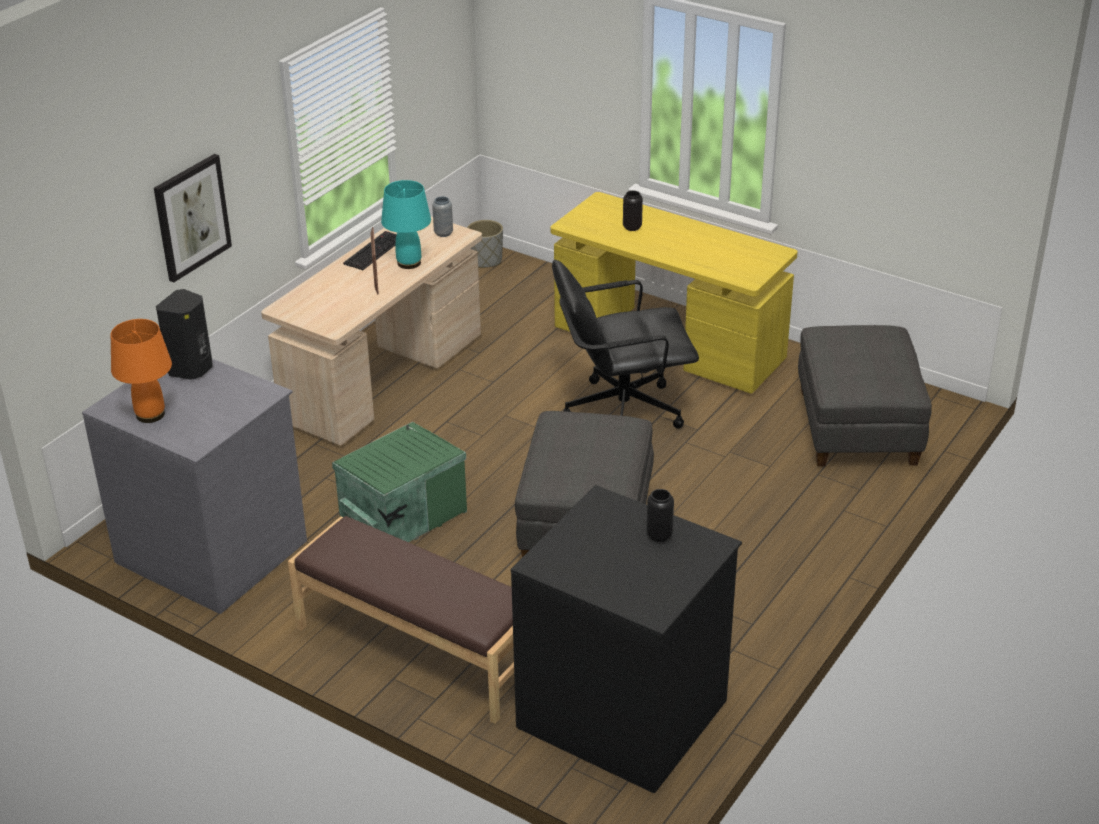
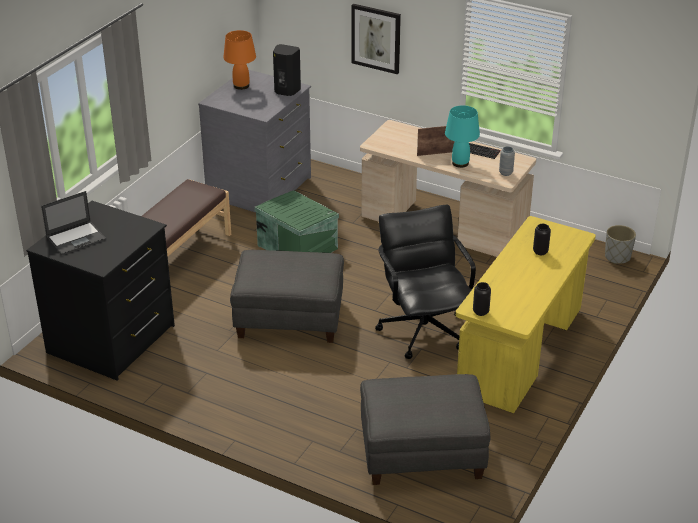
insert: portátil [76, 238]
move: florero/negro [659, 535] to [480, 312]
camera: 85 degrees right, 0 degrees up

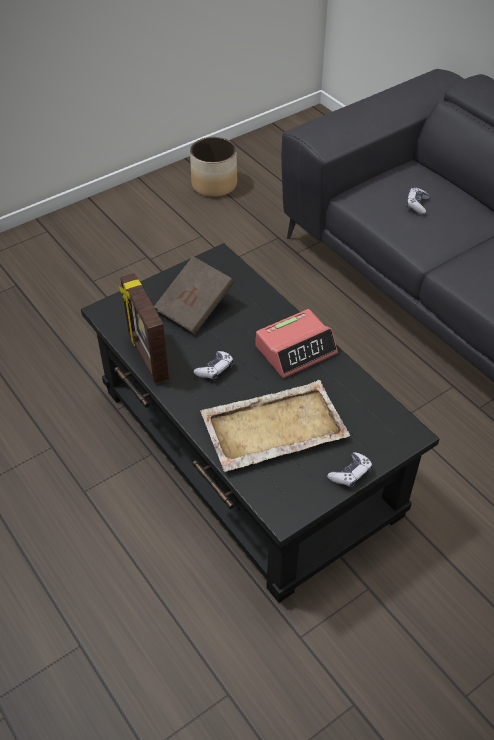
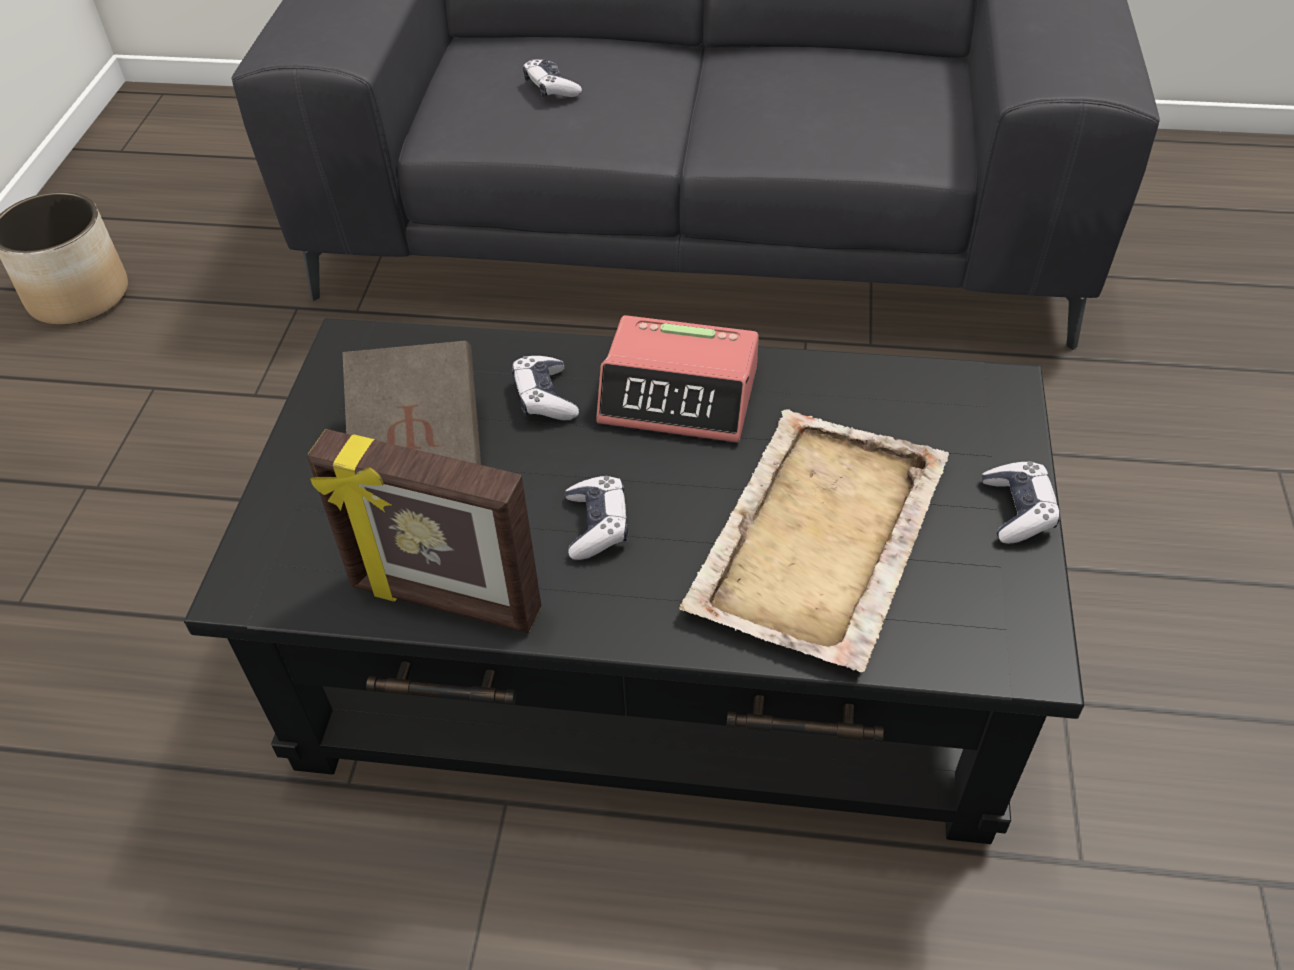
insert: mando de consola [545, 397]
rotate: despertador [296, 350] = [680, 395] 90 degrees clockwise
camera: 45 degrees left, 0 degrees up

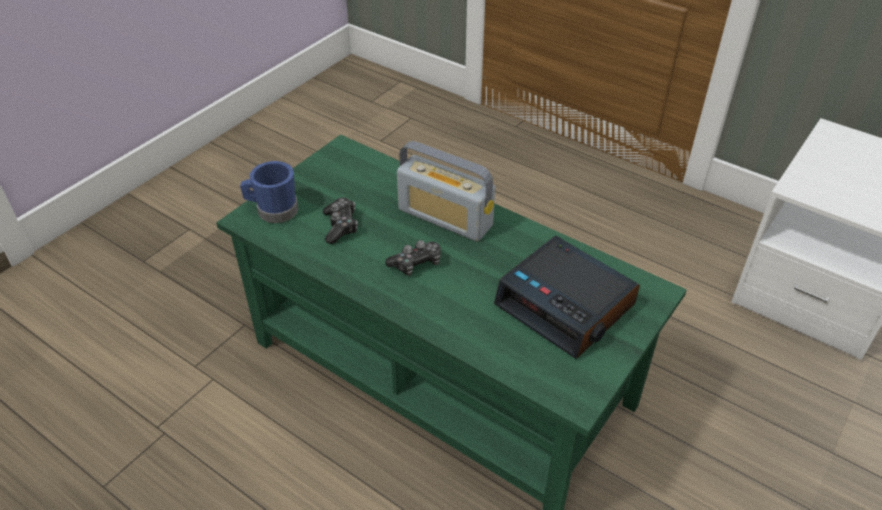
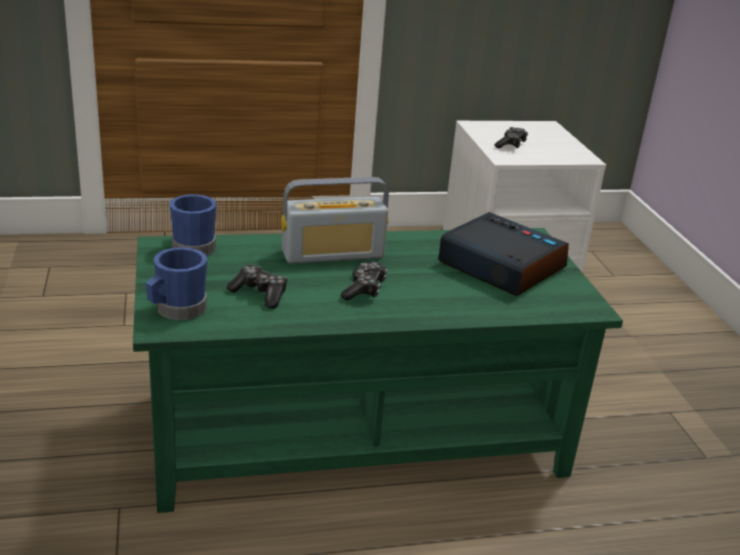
insert: mando de consola [511, 145]; taza grande/azul [192, 246]
rotate: despertador [566, 305] = [500, 266] 135 degrees counterclockwise
camera: 50 degrees left, 15 degrees down

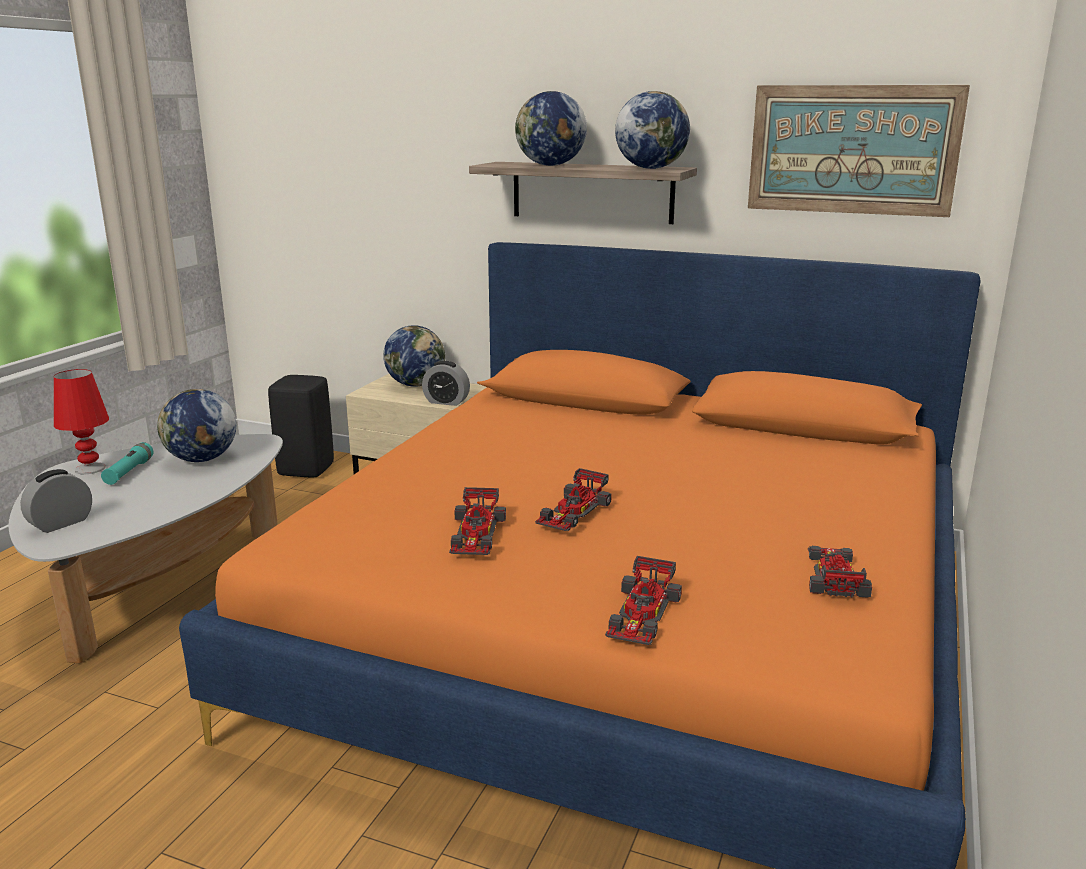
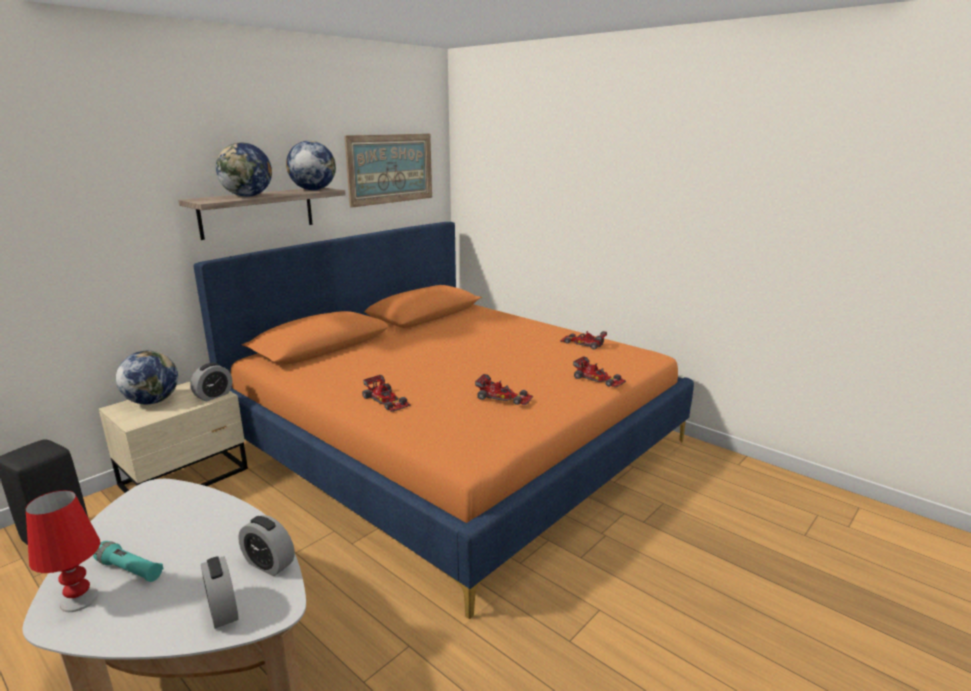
delete: globo terráqueo [201, 459]
insert: despertador [269, 564]
move: coche de juguete [573, 511] to [386, 400]
camera: 70 degrees left, 0 degrees up

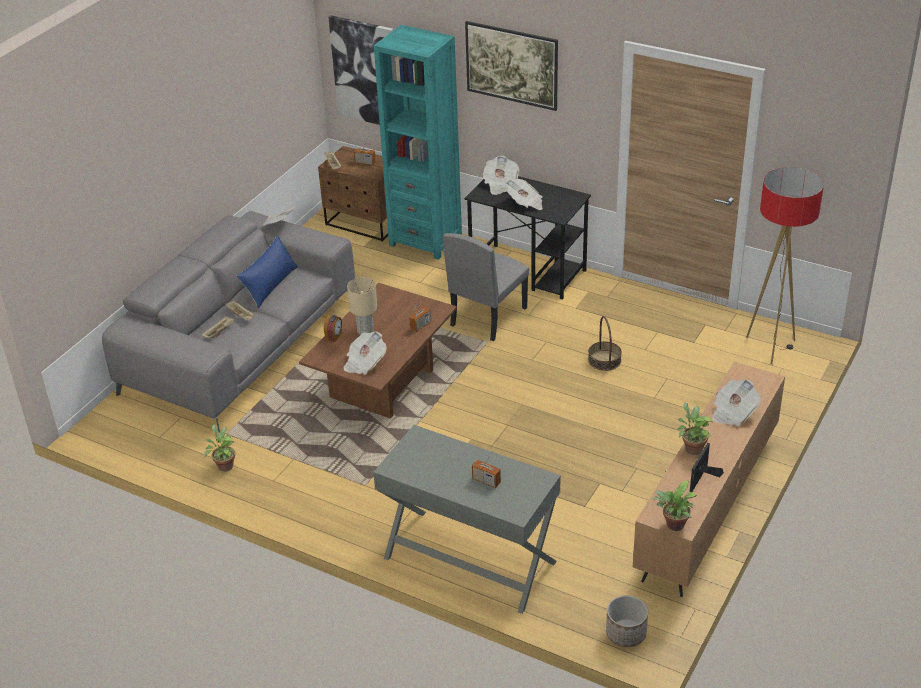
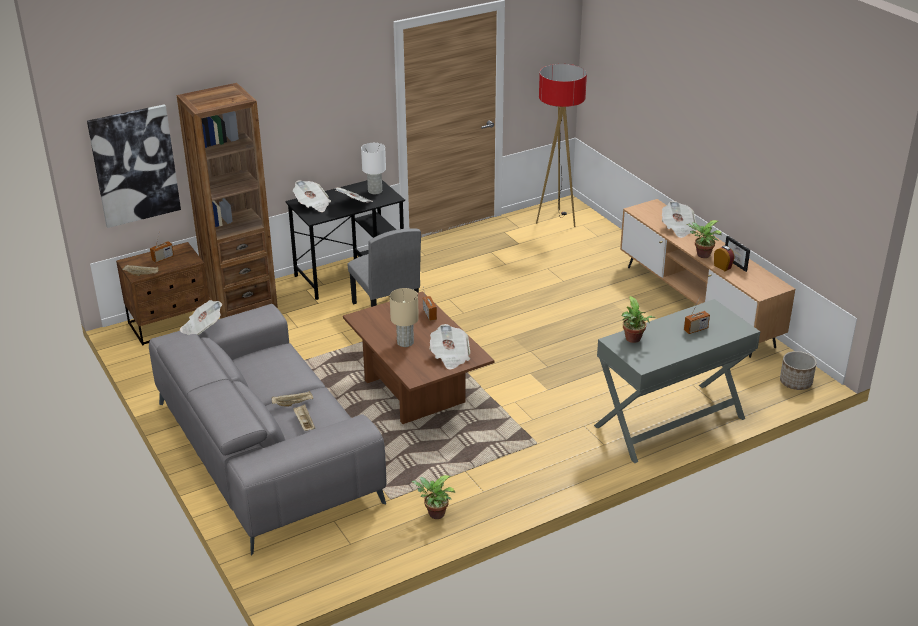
delete: cuadro [512, 82]; cojín/azul [270, 285]; cesta [604, 360]
insert: lámpara de mesa/blanco [375, 191]
move: despertador [334, 336] to [722, 266]; planta en maceta [673, 526] to [633, 340]
recolor: estantería/turquesa [425, 240] to estantería/marrón [241, 304]
camera: 60 degrees left, 5 degrees down

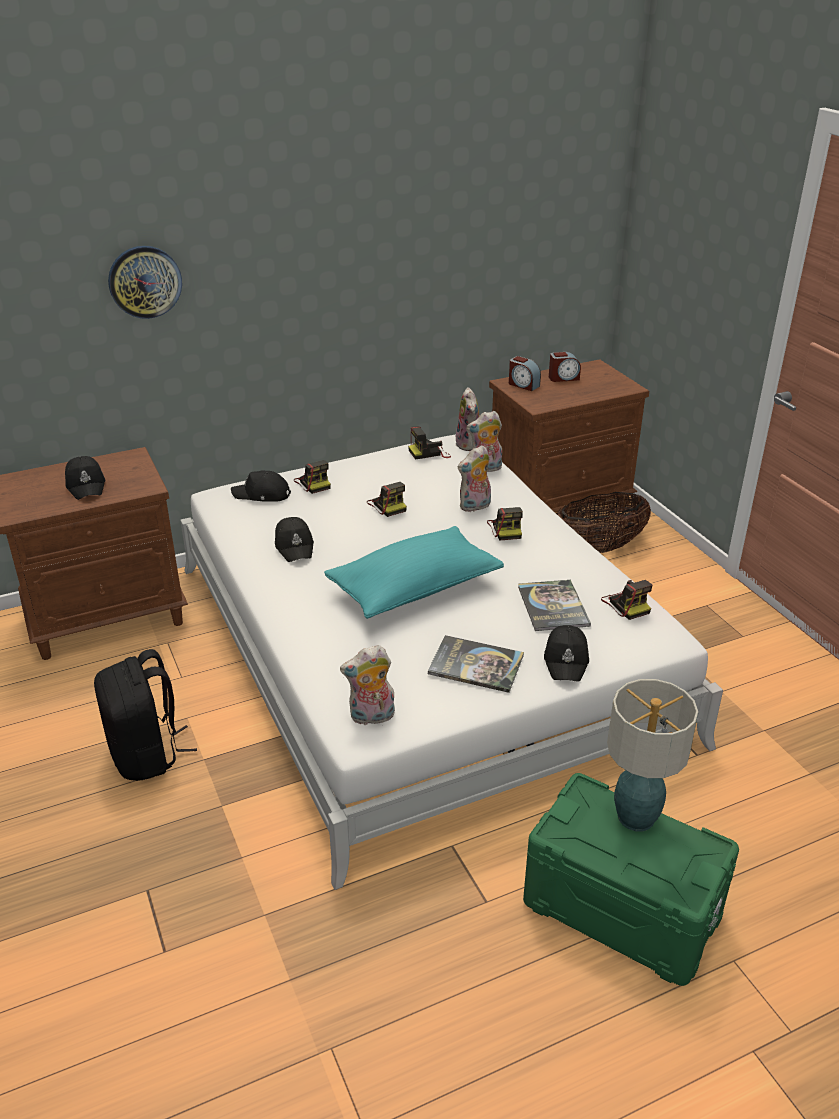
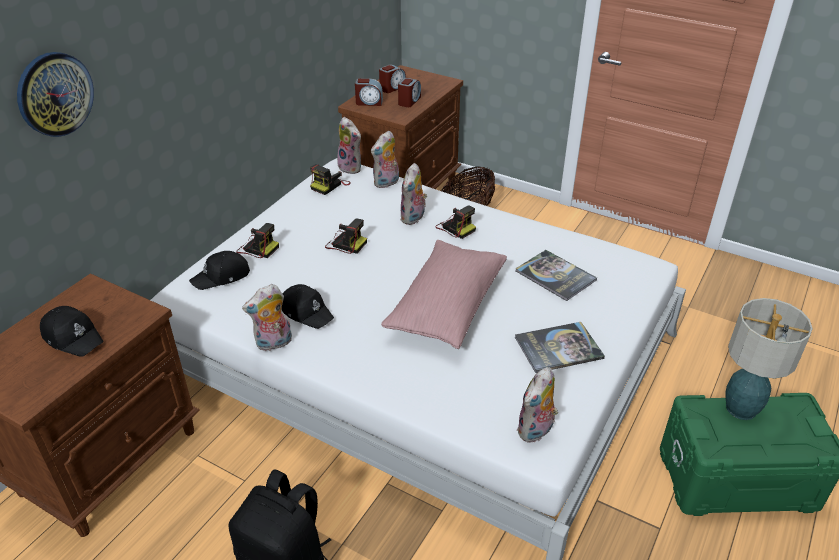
delete: cámara [626, 604]; gorra/negro [566, 660]
insert: despertador [409, 101]; peluche [273, 344]
recolor: cojín/turquesa [414, 589] to cojín/rosa [446, 306]
camera: 35 degrees left, 5 degrees up

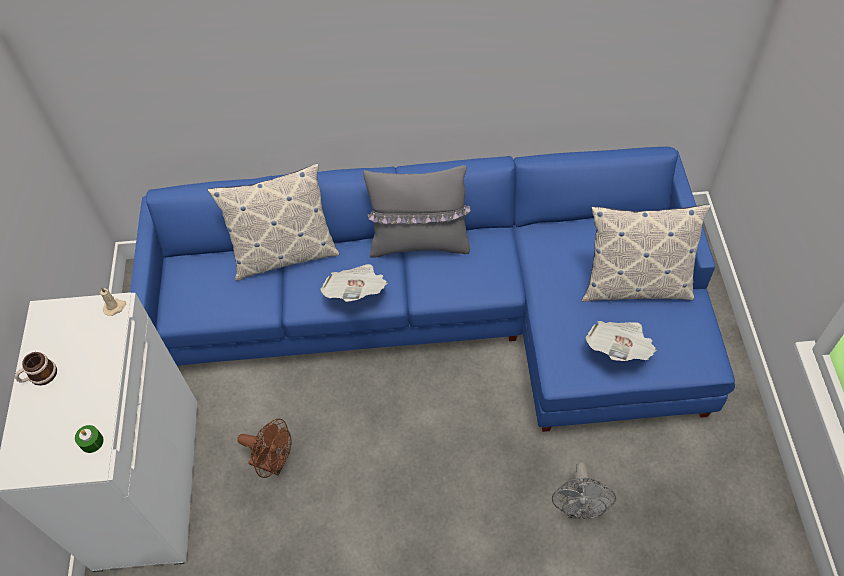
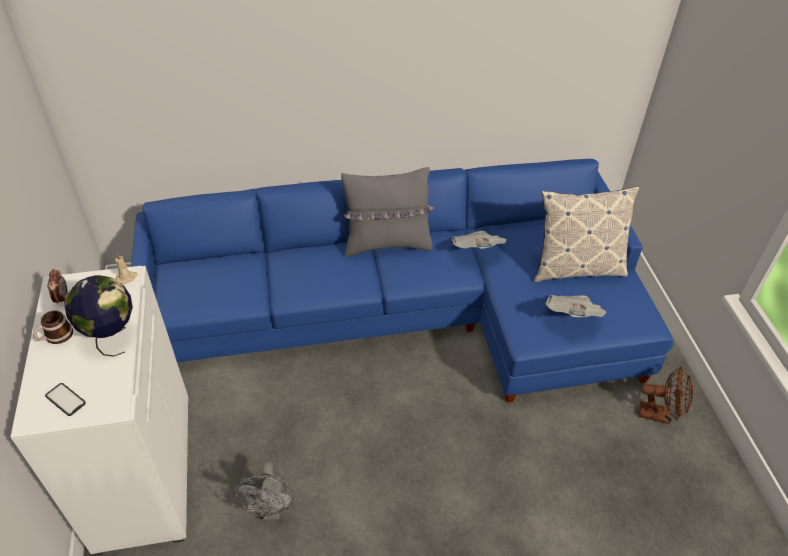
delete: cojín [284, 254]; vela/verde [91, 442]
insert: despertador [62, 298]; globo terráqueo [111, 337]; móvil [65, 399]
move: periódico [356, 292] to [477, 250]; ventilador/marrón [274, 463] to [659, 414]; ventilador/gris [578, 508] to [270, 510]
camera: 10 degrees left, 10 degrees down

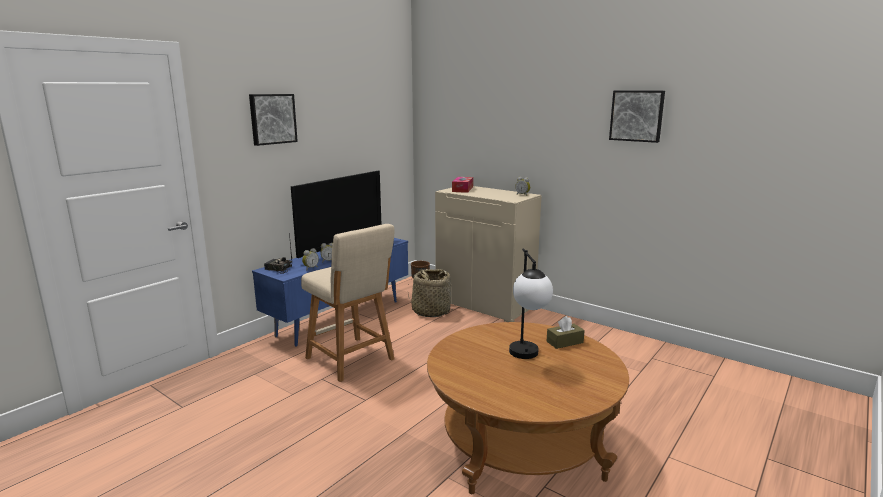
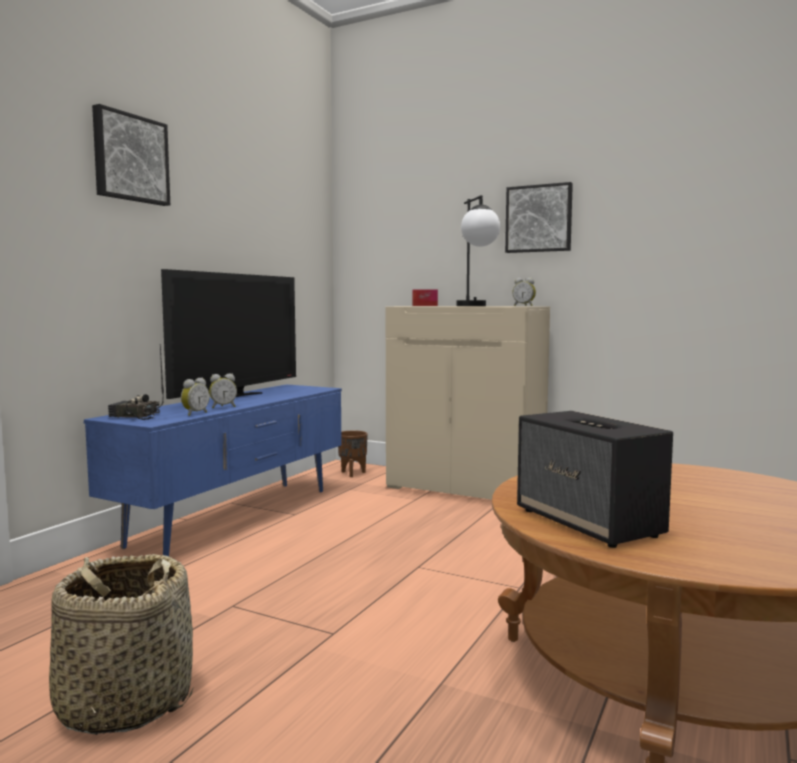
delete: taburete/beis [352, 360]; caja de pañuelos/marrón [564, 342]
insert: altavoz [589, 523]
move: cuadro [637, 116] to [539, 219]; lámpara de mesa [527, 358] to [476, 306]; cesta [431, 311] to [124, 702]
camera: 10 degrees left, 10 degrees down

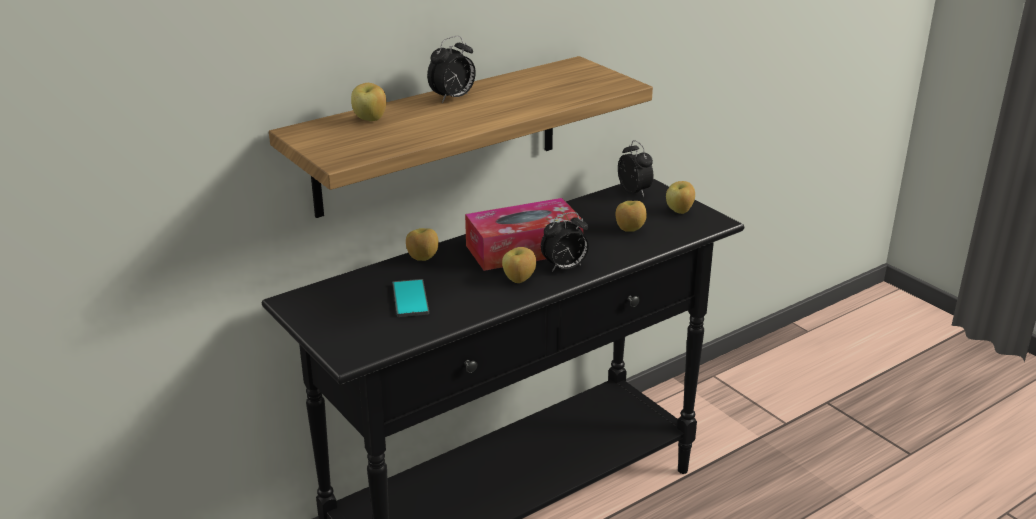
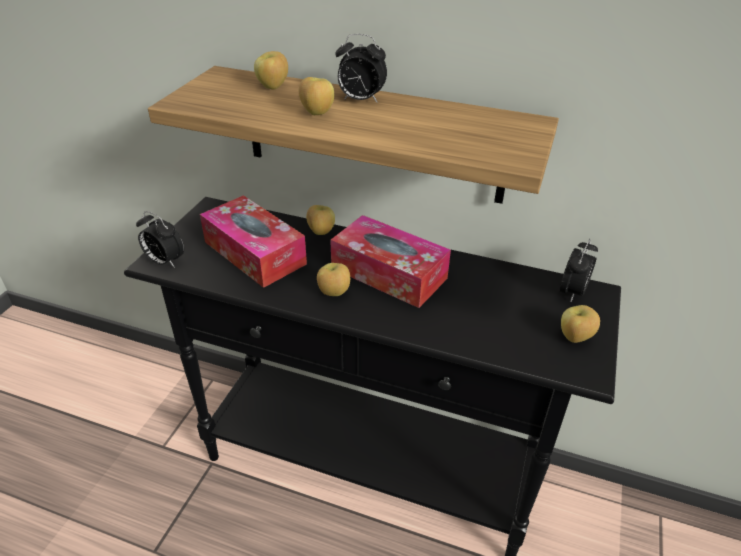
move: manzana [629, 229] to [316, 113]; despertador [564, 268] to [164, 262]
replace: móvil [410, 299] to caja de pañuelos [254, 253]
camera: 55 degrees right, 10 degrees up

